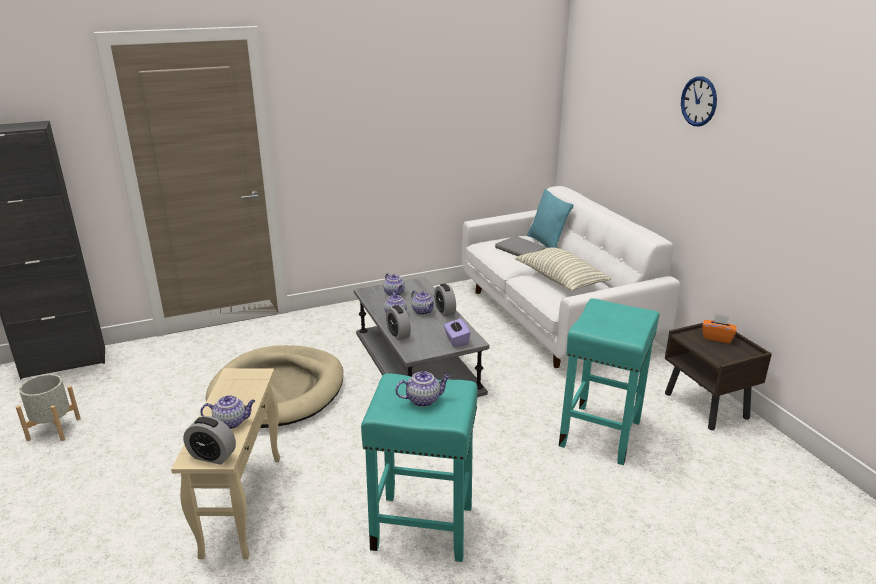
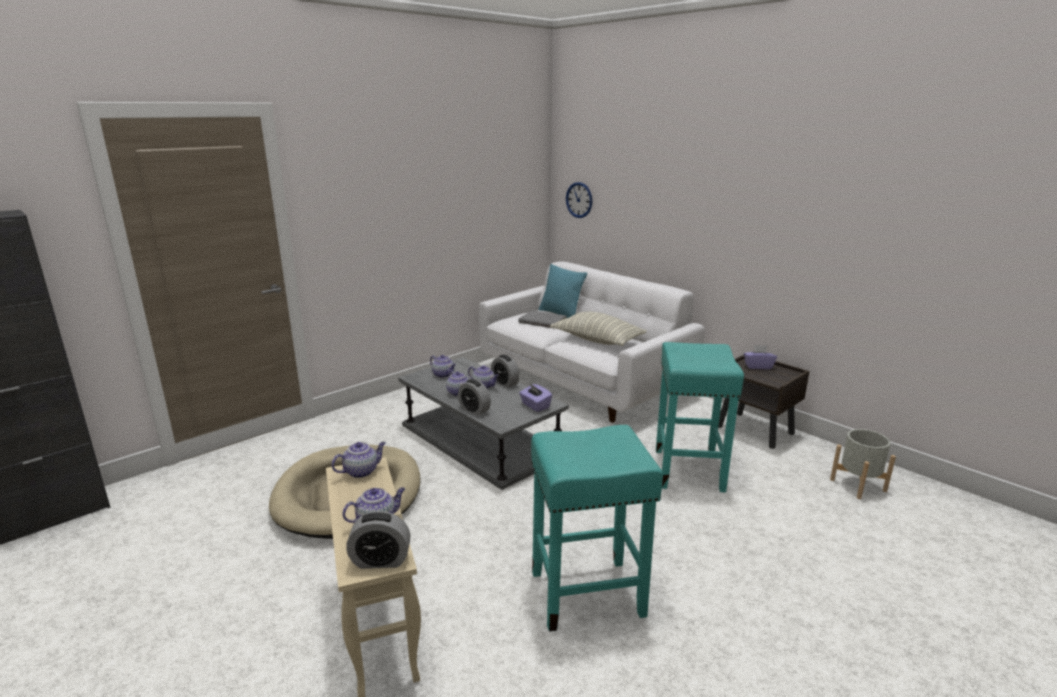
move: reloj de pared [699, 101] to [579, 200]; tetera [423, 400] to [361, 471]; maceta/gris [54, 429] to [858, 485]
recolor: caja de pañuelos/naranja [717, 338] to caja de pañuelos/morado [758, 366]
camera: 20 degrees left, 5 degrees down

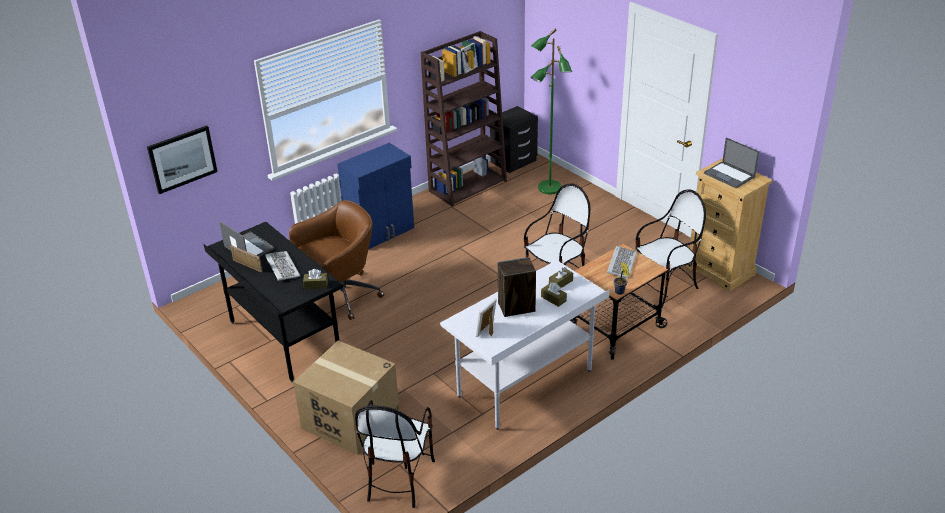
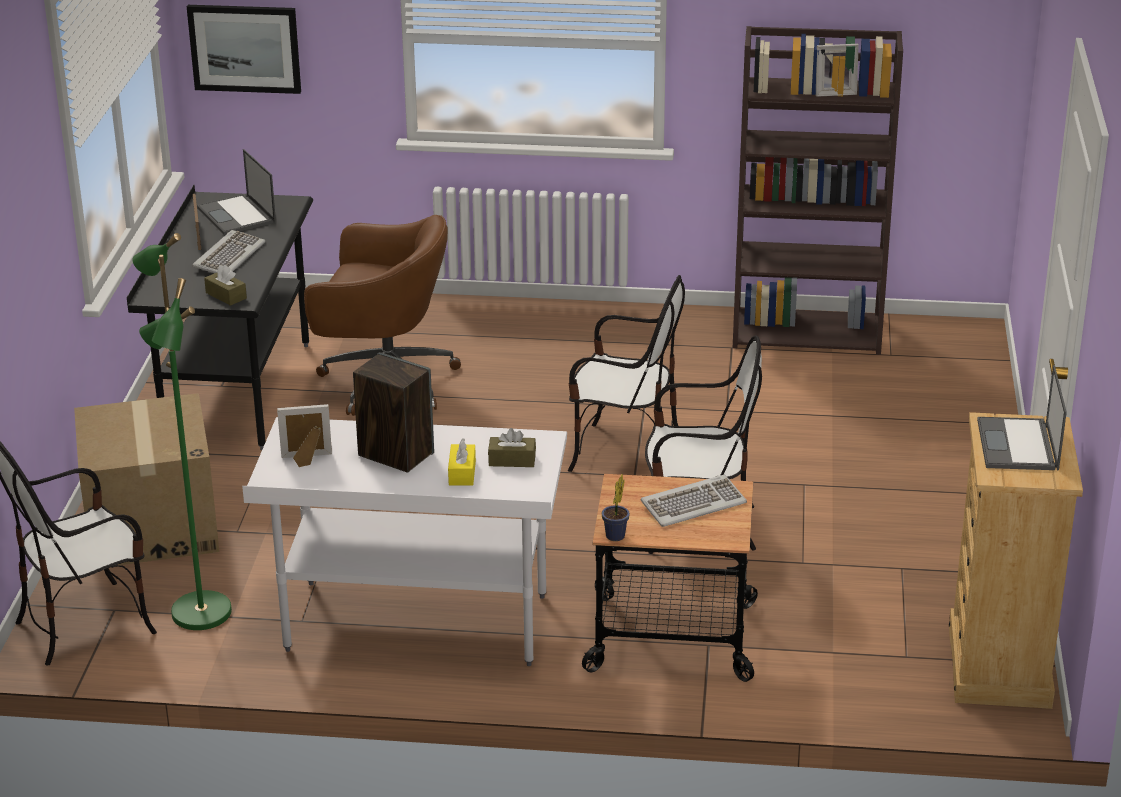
delete: mesita de noche/negro [513, 161]; armario/azul [381, 232]
move: lámpara de pie/verde [549, 188] to [199, 612]; silla [665, 287] to [625, 454]
recolor: caja de pañuelos/marrón [553, 299] to caja de pañuelos/amarillo [462, 473]
rotate: portátil [248, 247] = [237, 215] 150 degrees clockwise
camera: 45 degrees right, 5 degrees down

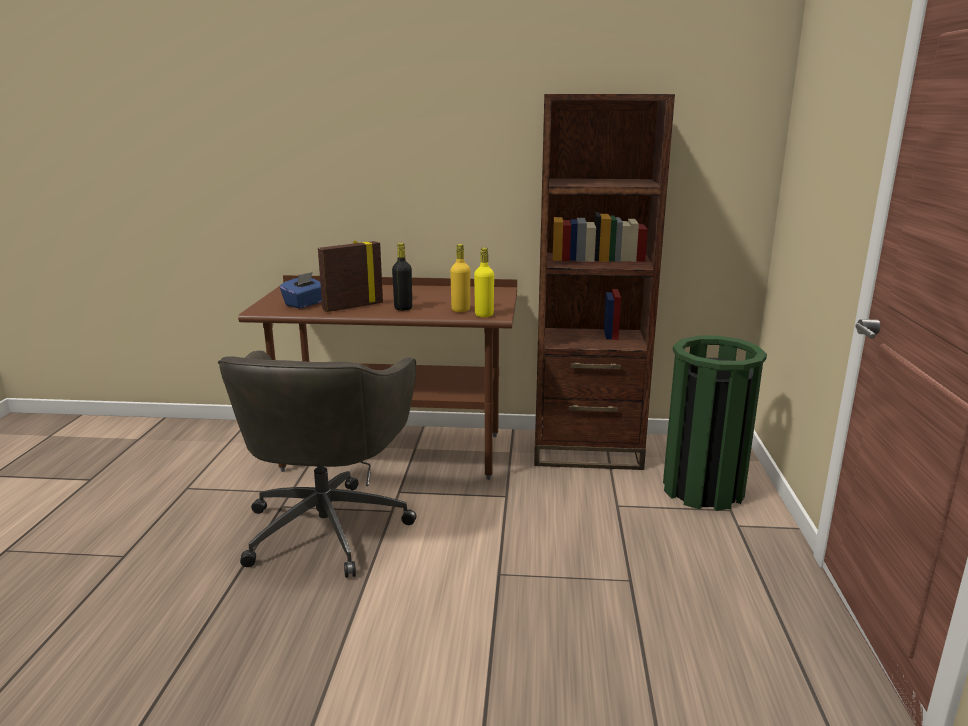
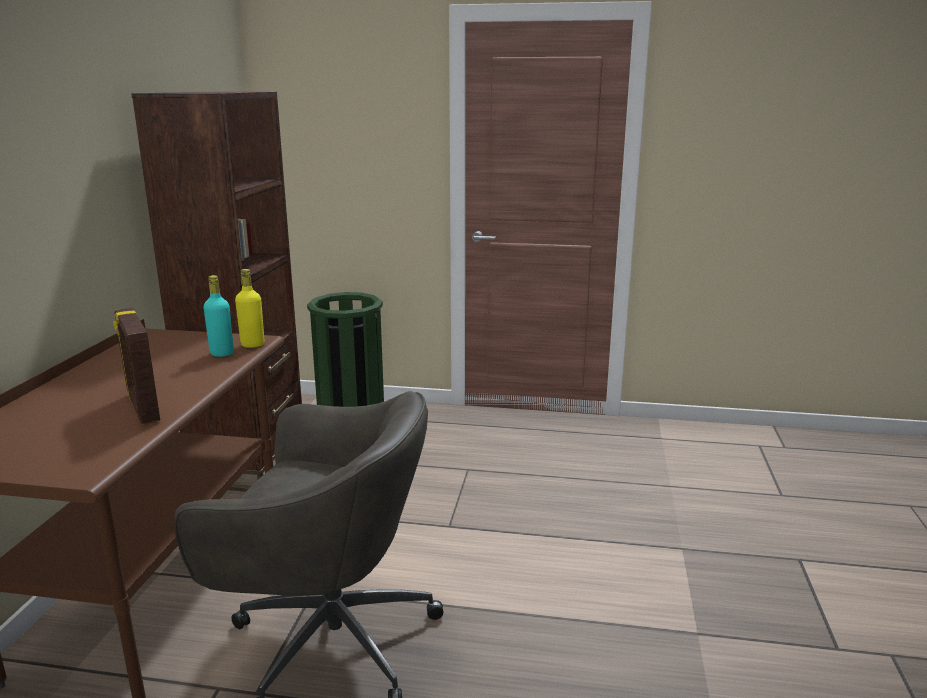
delete: botella/negro [403, 308]; caja de pañuelos/azul [305, 304]
recolor: botella/amarillo [460, 310] to botella/turquesa [222, 353]
camera: 85 degrees left, 0 degrees up

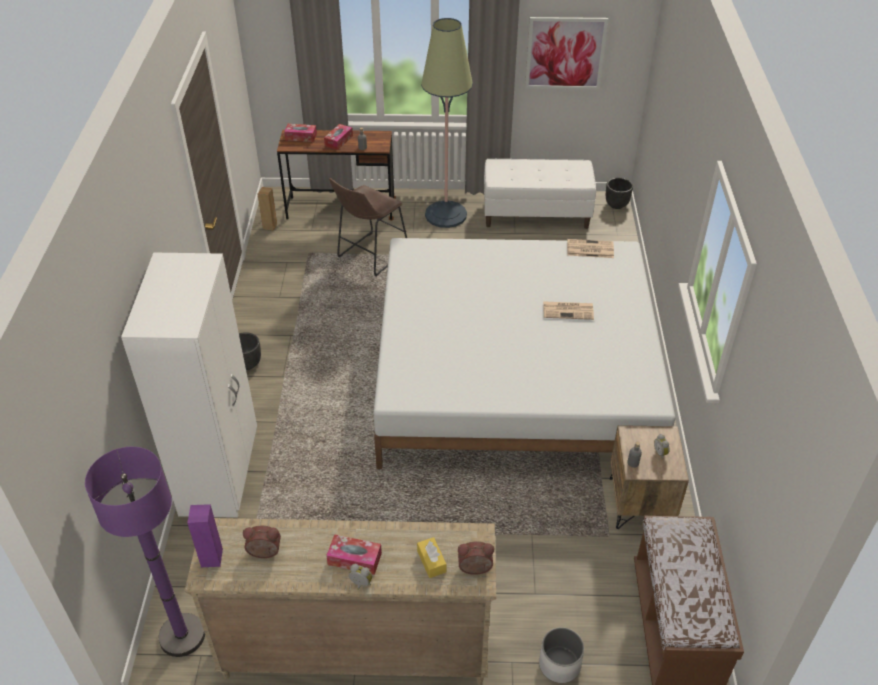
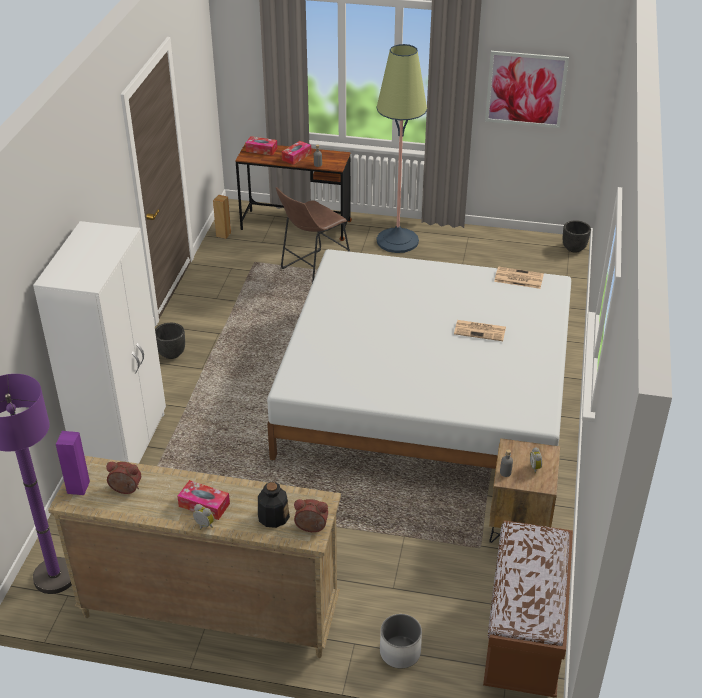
delete: banco/blanco [536, 214]
replace: caja de pañuelos/amarillo [431, 561] to botella [273, 516]
camera: 10 degrees right, 5 degrees down

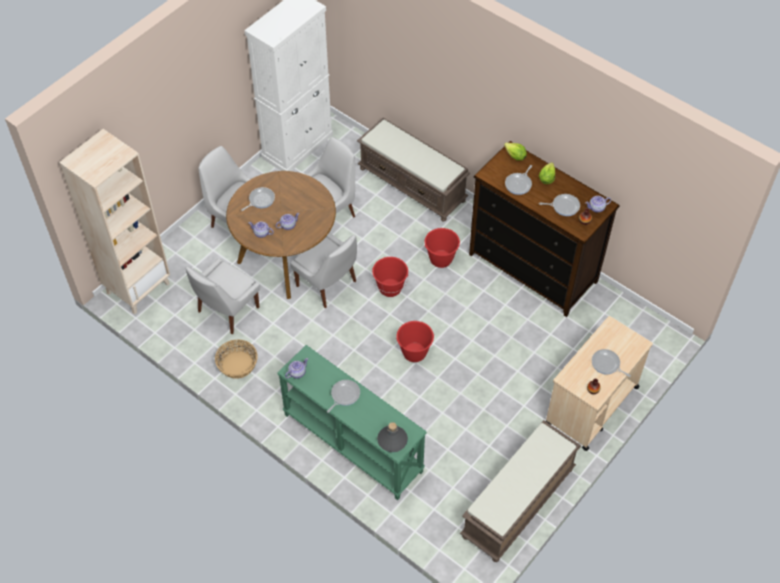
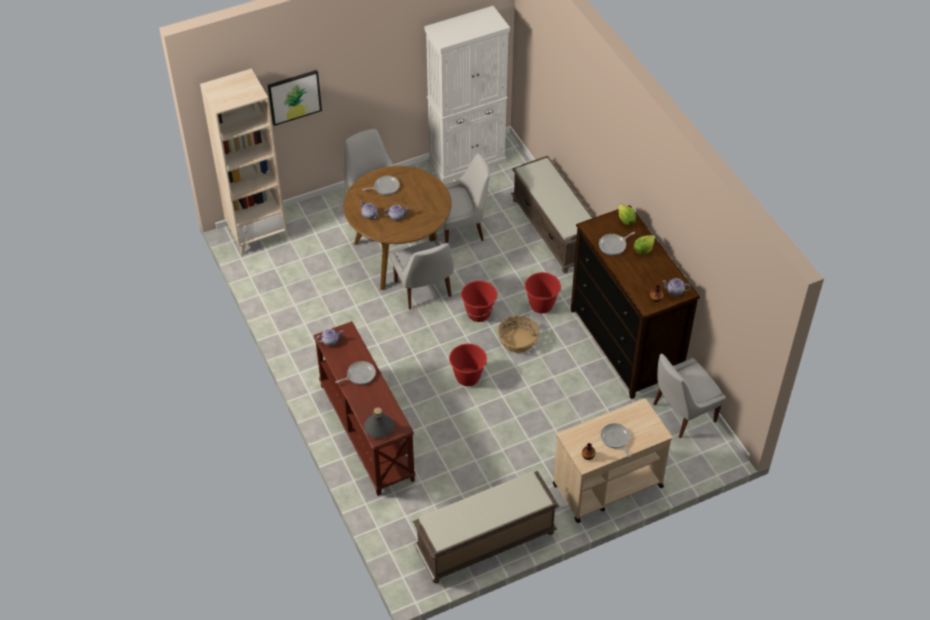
delete: sartén [564, 206]
insert: cuadro [294, 97]
move: silla/blanco [226, 311] to [682, 413]; cesta [237, 365] to [518, 341]
recolor: mesa consola/verde [351, 443] to mesa consola/marrón [365, 432]
camera: 25 degrees right, 5 degrees down

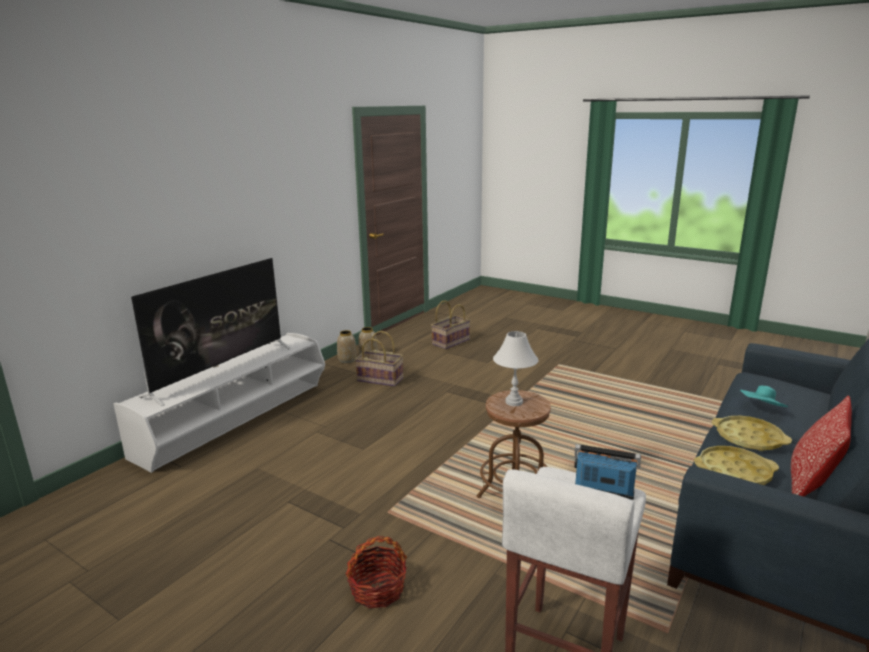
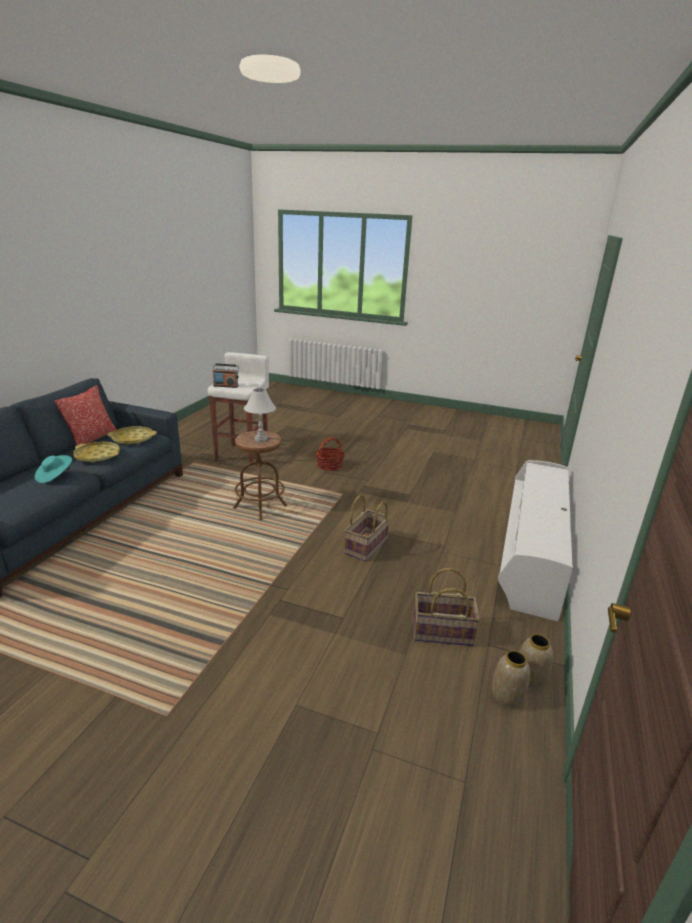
delete: televisor [222, 370]
move: cesta [450, 342] to [366, 547]
camera: 165 degrees right, 5 degrees up

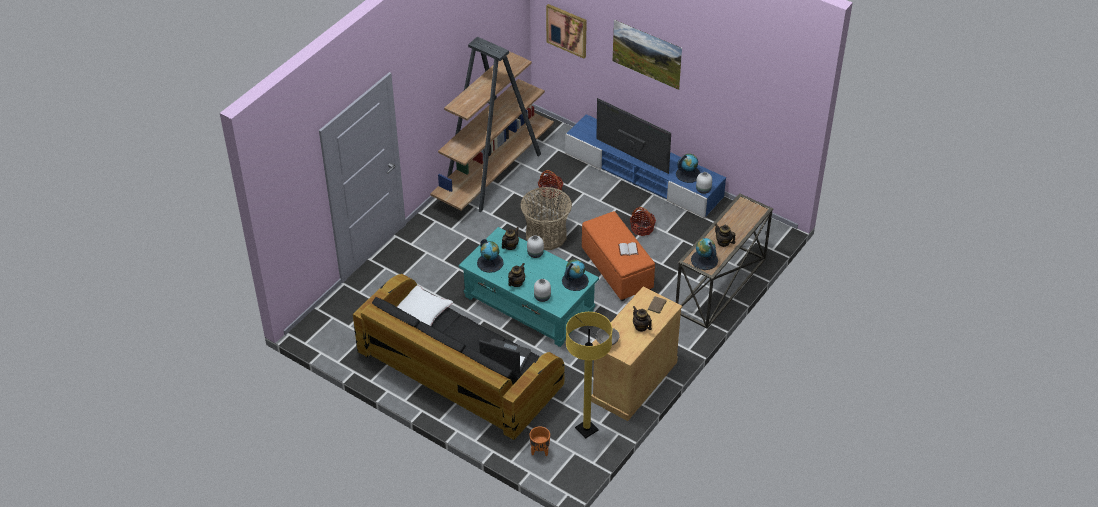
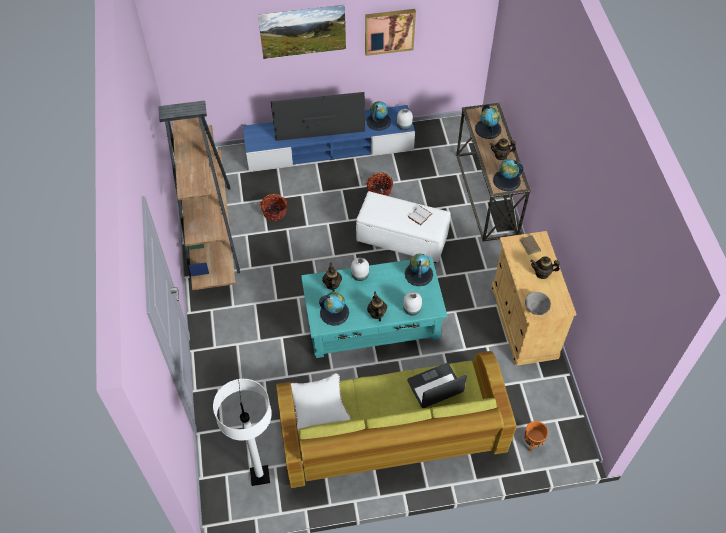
delete: cesta [546, 235]; lámpara de pie/amarillo [586, 429]
insert: globo terráqueo [488, 129]; lámpara de pie/blanco [260, 475]
move: cuadro [567, 30] to [389, 31]
recolor: puf/naranja [616, 269] to puf/blanco [401, 239]; sofá/negro [459, 372] to sofá/verde [390, 430]
camera: 45 degrees left, 10 degrees up

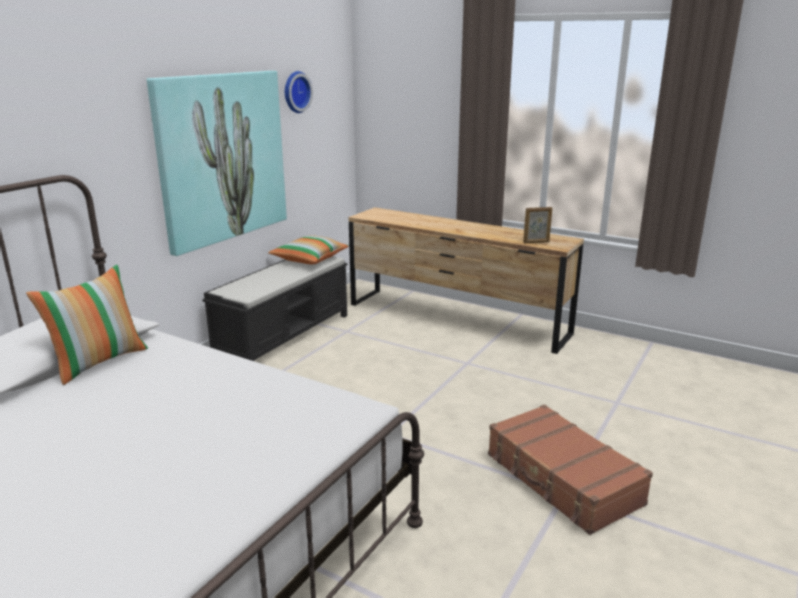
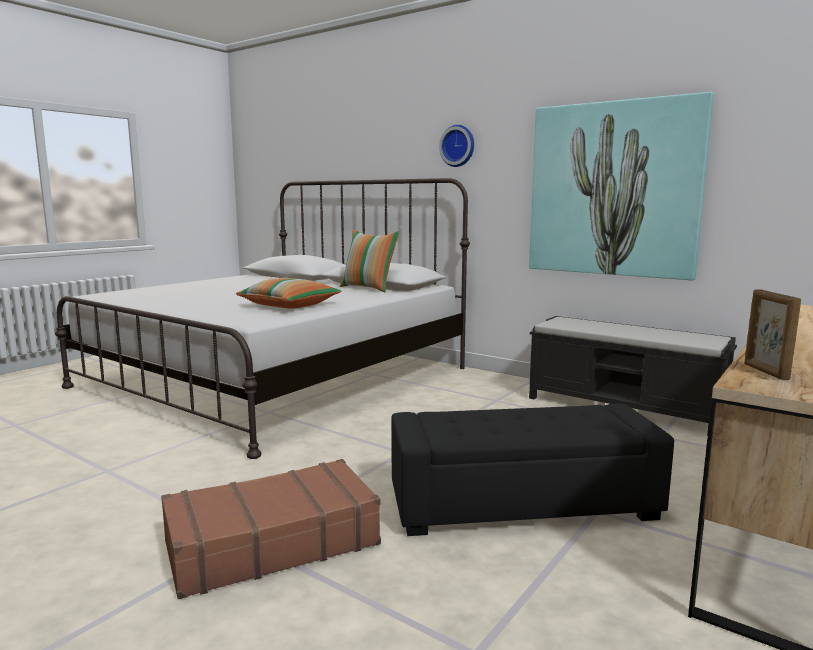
insert: puf/negro [522, 504]
move: reloj de pared [295, 92] to [458, 146]; cojín [309, 259] to [289, 306]
camera: 95 degrees right, 10 degrees down

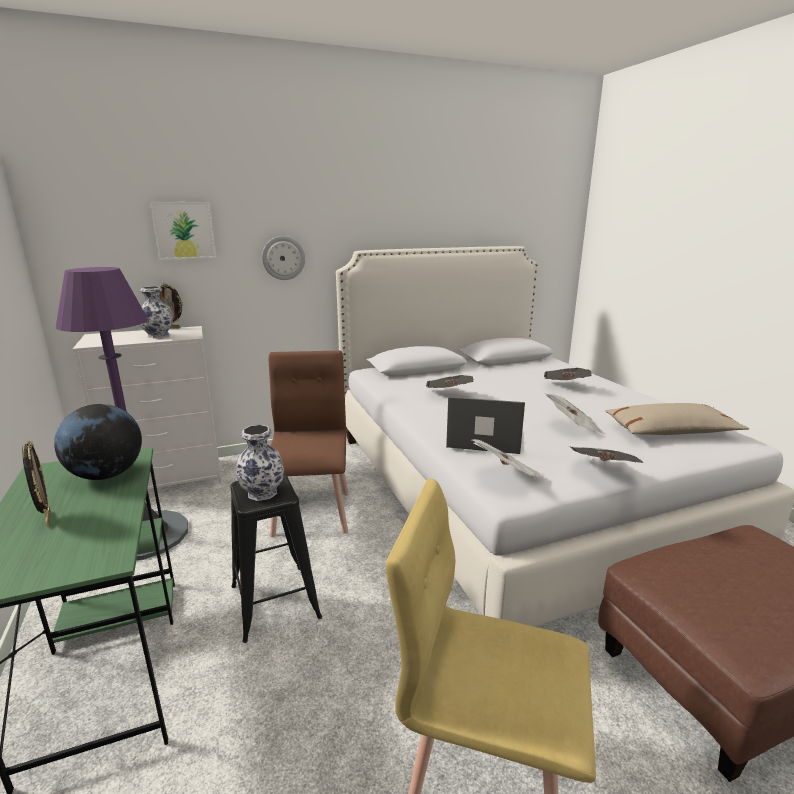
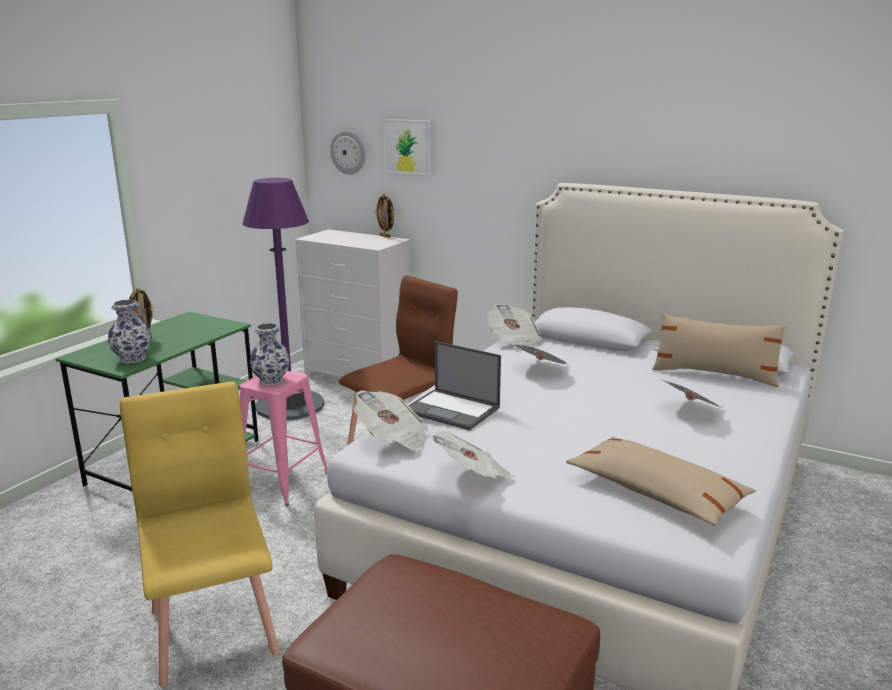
delete: globo terráqueo [107, 475]
insert: cojín/beis [714, 374]
move: reloj de pared [283, 258] to [348, 152]; florero [159, 335] to [133, 358]; periódico [573, 428] to [513, 341]
recolor: taburete/negro [275, 601] to taburete/rosa [283, 481]
rotate: portátil [483, 439] = [453, 410] 150 degrees clockwise
camera: 50 degrees right, 0 degrees up

